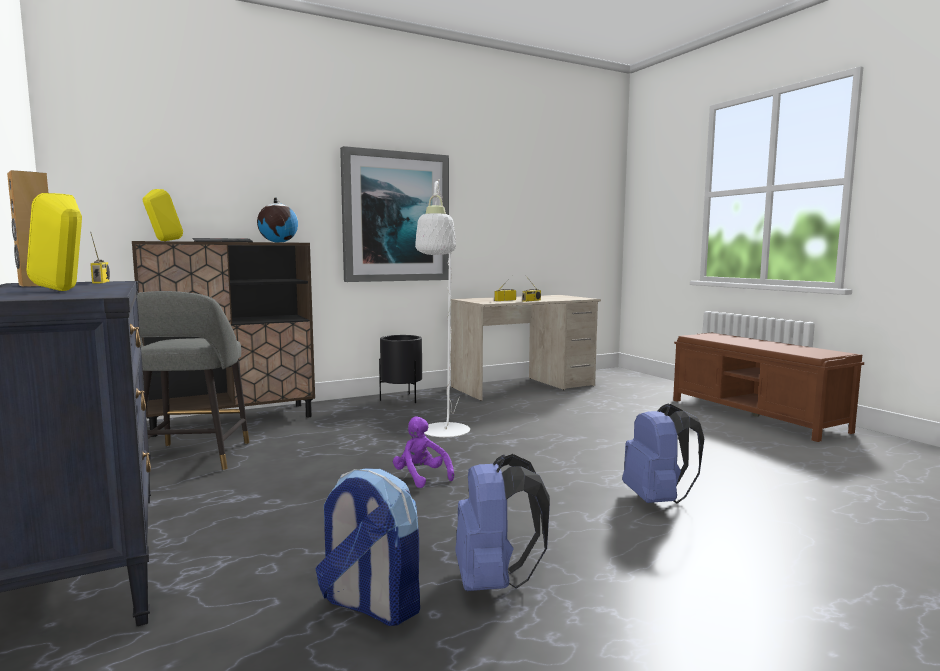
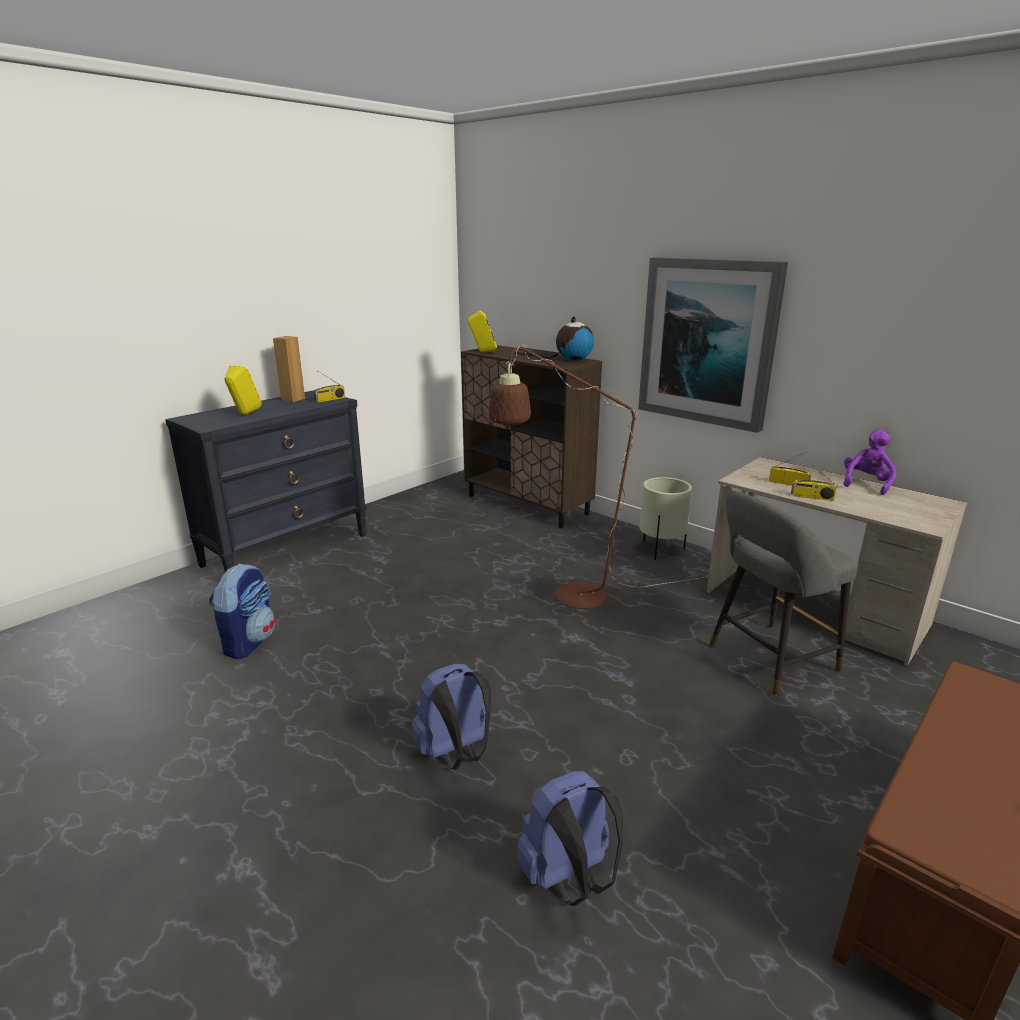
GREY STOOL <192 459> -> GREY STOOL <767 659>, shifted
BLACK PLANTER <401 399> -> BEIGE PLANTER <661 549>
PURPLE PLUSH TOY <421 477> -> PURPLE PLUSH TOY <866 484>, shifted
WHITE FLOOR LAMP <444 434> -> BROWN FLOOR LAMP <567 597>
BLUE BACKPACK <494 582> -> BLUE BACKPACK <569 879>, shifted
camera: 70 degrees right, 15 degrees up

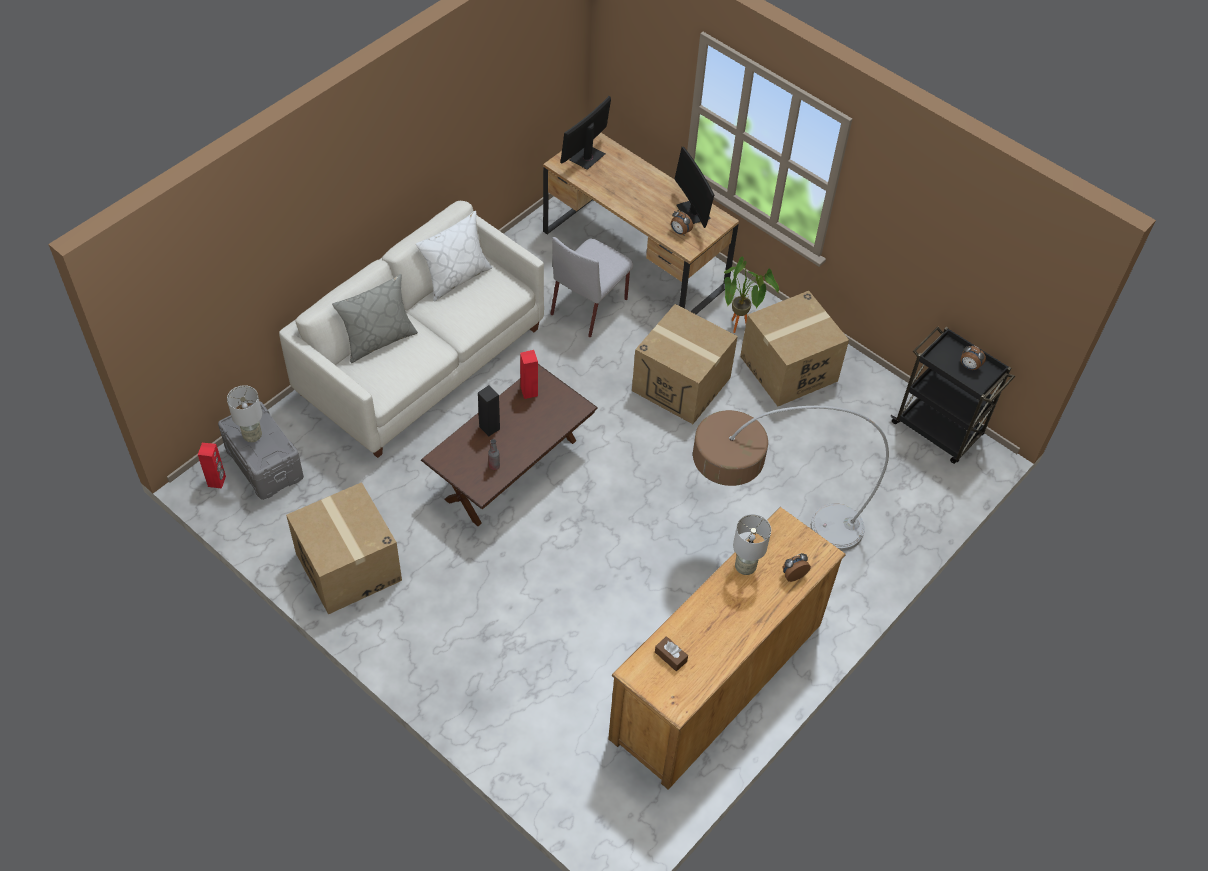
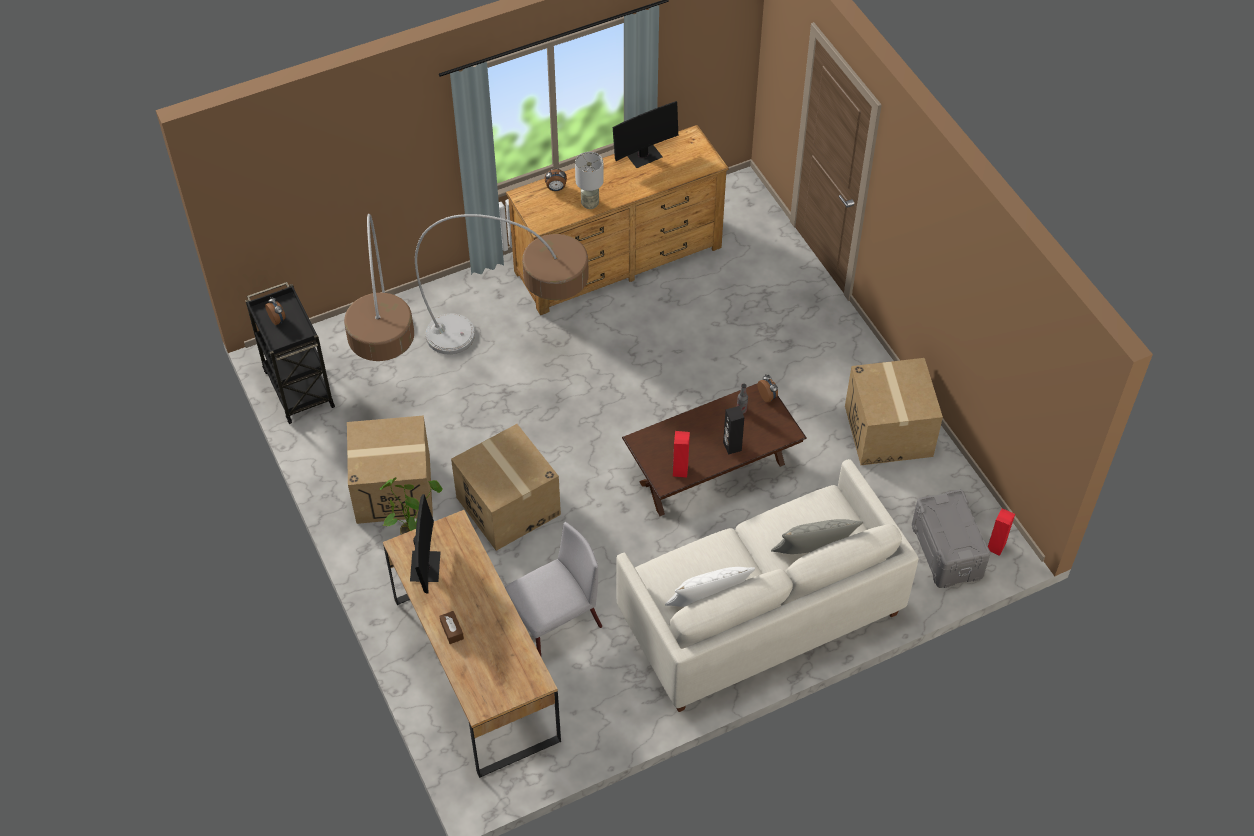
GREY TABLE LAMP <252 436> -> none
MONITOR <587 157> -> MONITOR <643 155>, shifted
BROWN TISSUE BOX <670 656> -> BROWN TISSUE BOX <452 630>, shifted
ALARM CLOCK <680 232> -> ALARM CLOCK <767 396>, shifted
none -> FLOOR LAMP <392 379>
camera: 155 degrees left, 0 degrees up

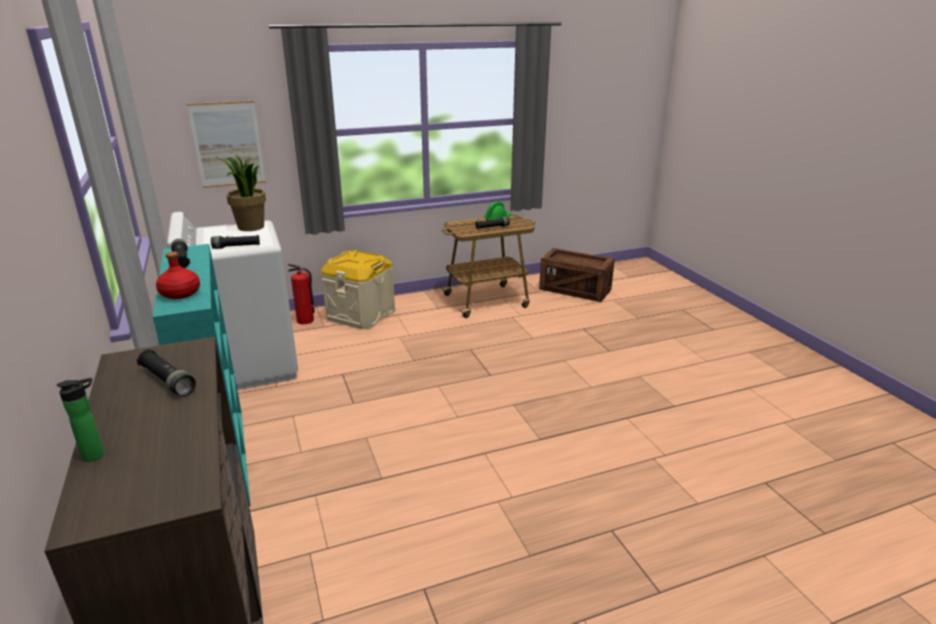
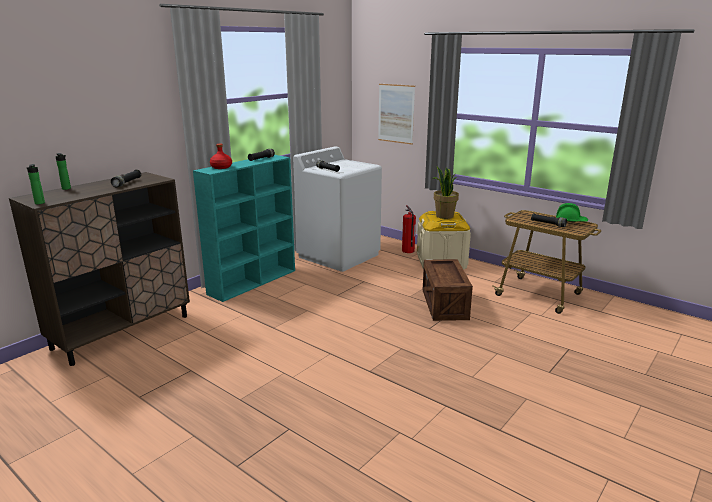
POTTED PLANT <250 227> -> POTTED PLANT <444 216>, shifted
CRATE <575 290> -> CRATE <444 305>, shifted
none -> BOTTLE <39 203>
camera: 60 degrees right, 5 degrees down

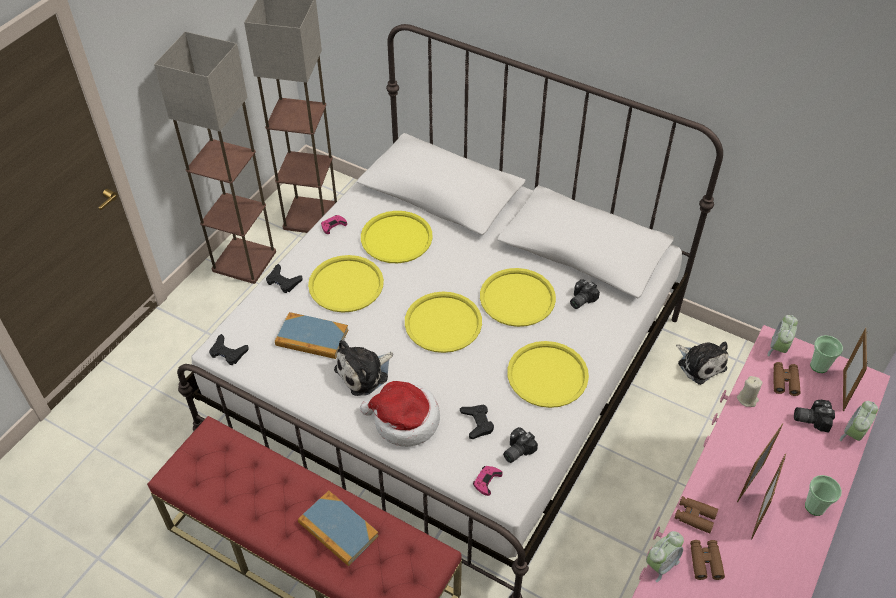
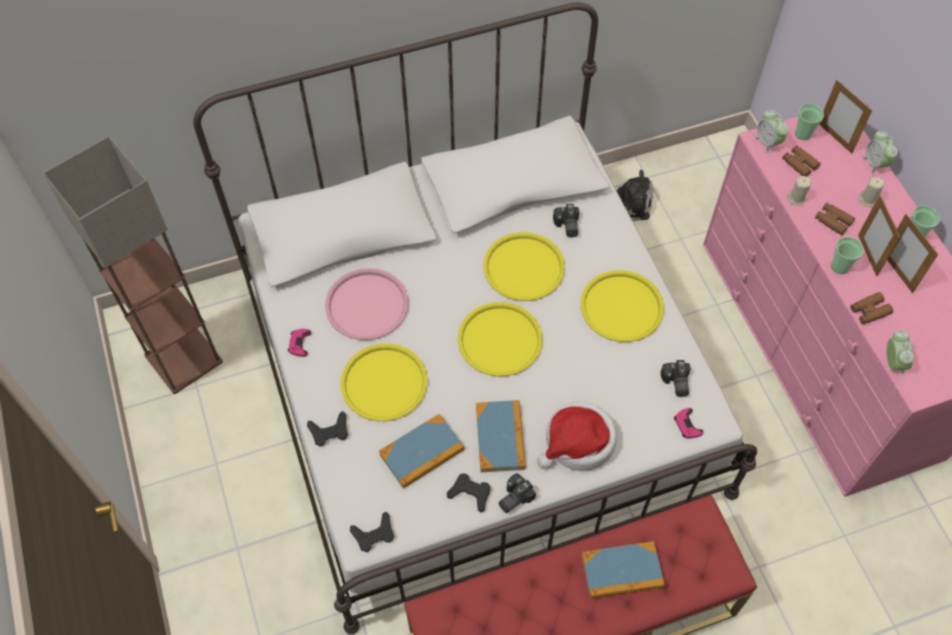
FLOOR LAMP <245 260> -> none
PLUSH TOY <364 373> -> BOOK <500 437>
YELLOW TRAY <396 238> -> PINK TRAY <367 305>
BLACK GAME CONTROLLER <477 423> -> BLACK GAME CONTROLLER <470 493>, shifted
BROWN BINOCULARS <705 562> -> BROWN BINOCULARS <833 221>, shifted
PHOTO CAMERA <810 418> -> PHOTO CAMERA <513 497>, shifted
none -> CUP <840 266>
none -> BEIGE CANDLE <868 199>
camera: 50 degrees left, 10 degrees up

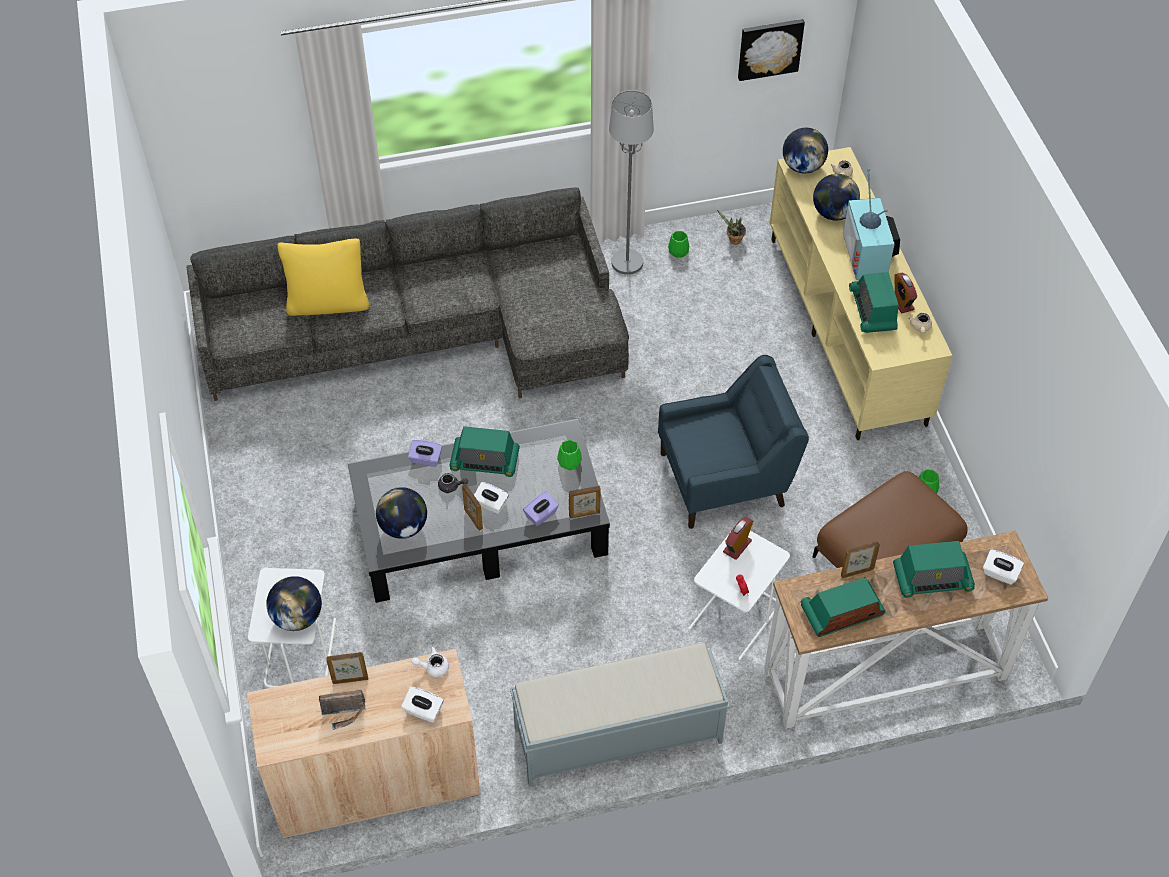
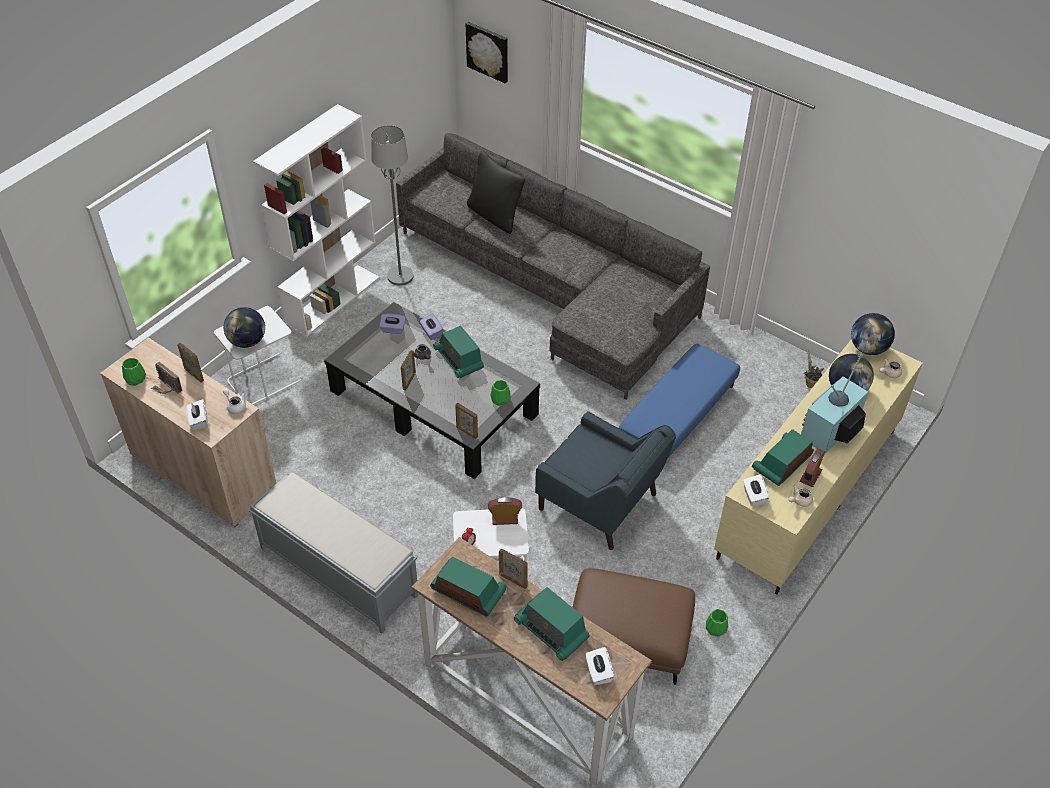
YELLOW PILLOW <328 303> -> BLACK PILLOW <495 216>
GLOBE <403 527> -> none
WHITE TISSUE BOX <491 504> -> WHITE TISSUE BOX <753 496>, shifted
PURPLE TISSUE BOX <541 515> -> PURPLE TISSUE BOX <393 329>, shifted
GREY FLOOR LAMP <627 262> -> GREY FLOOR LAMP <400 276>, shifted
GREEN VASE <679 251> -> GREEN VASE <136 379>, shifted
PICTURE <769 48> -> PICTURE <488 51>, shifted
none -> WHITE BOOKCASE <332 300>
none -> BLUE OTTOMAN <677 416>
camera: 50 degrees right, 5 degrees down

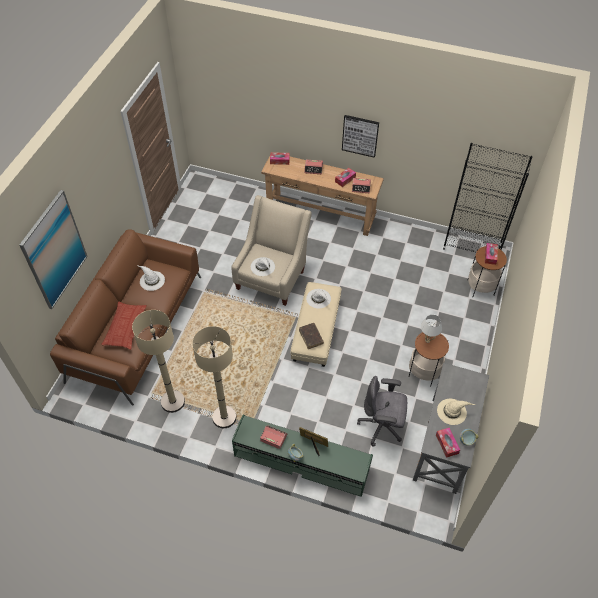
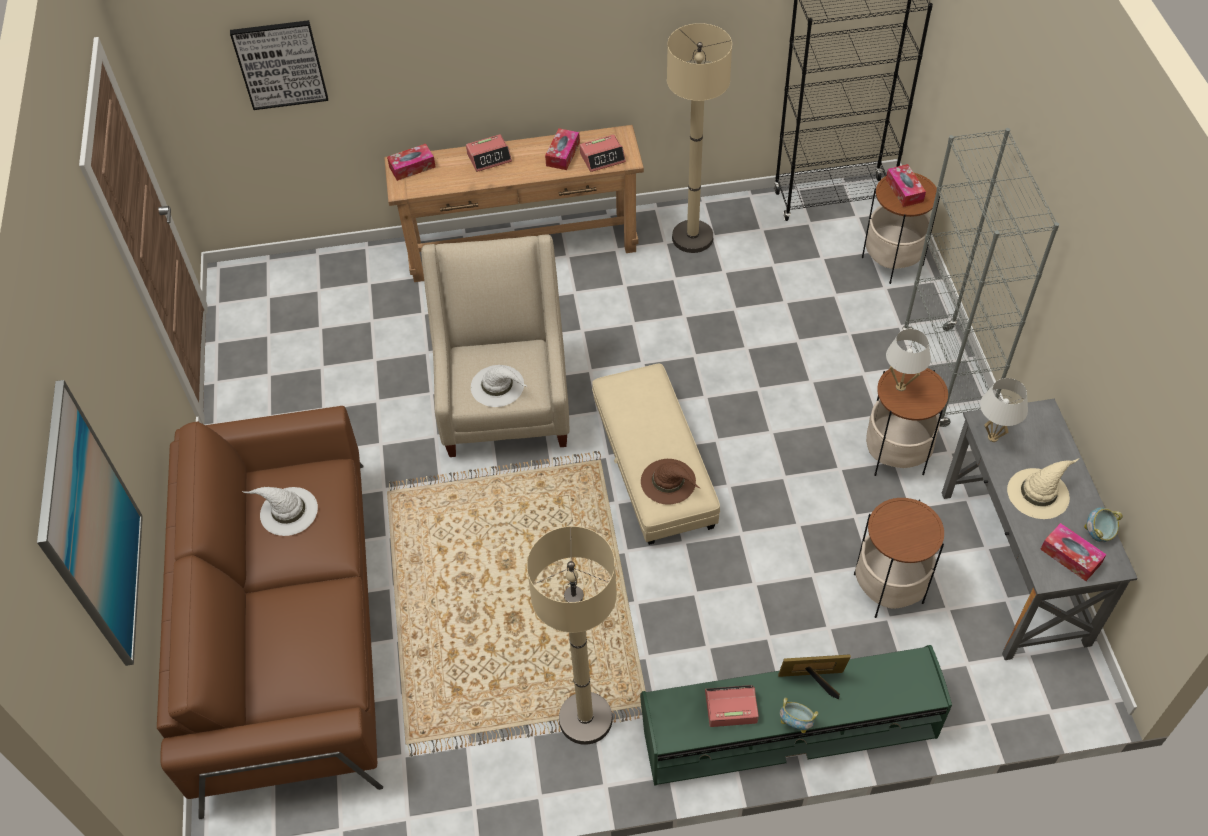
PILLOW <125 327> -> none
BEIGE FLOOR LAMP <173 402> -> BEIGE FLOOR LAMP <692 238>, shifted
BROWN BOOK <311 337> -> BROWN HAT <669 481>
WHITE HAT <319 298> -> none
PICTURE <360 135> -> PICTURE <280 64>, shifted
GREY OFFICE CHAIR <382 426> -> SIDE TABLE <888 588>
none -> GREY BOOKCASE <945 377>
none -> WHITE TABLE LAMP <992 437>
camera: 25 degrees left, 0 degrees up

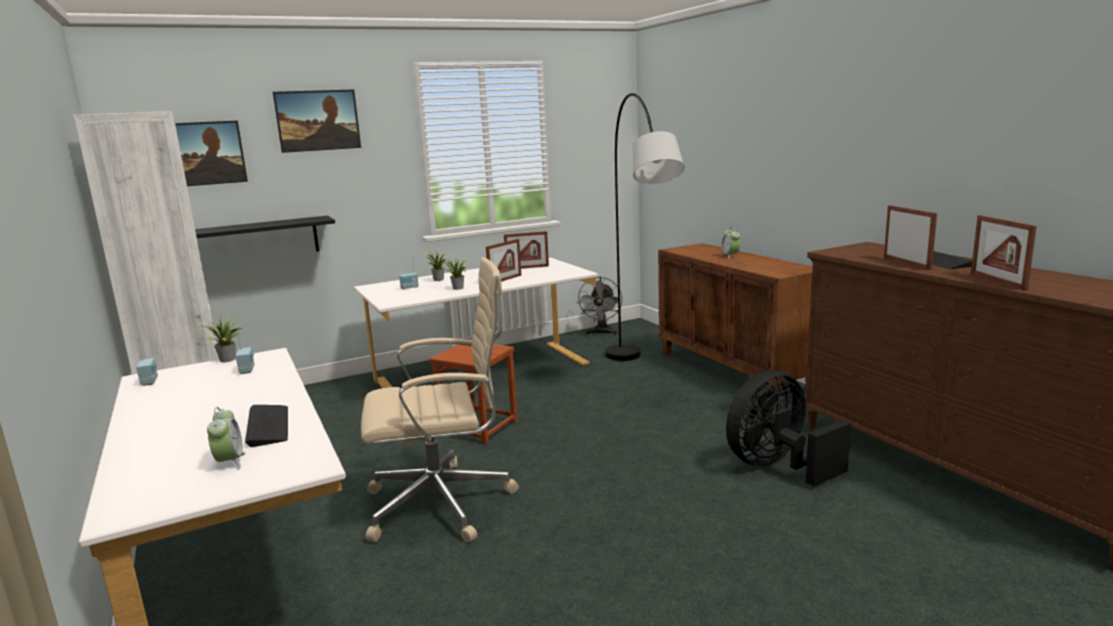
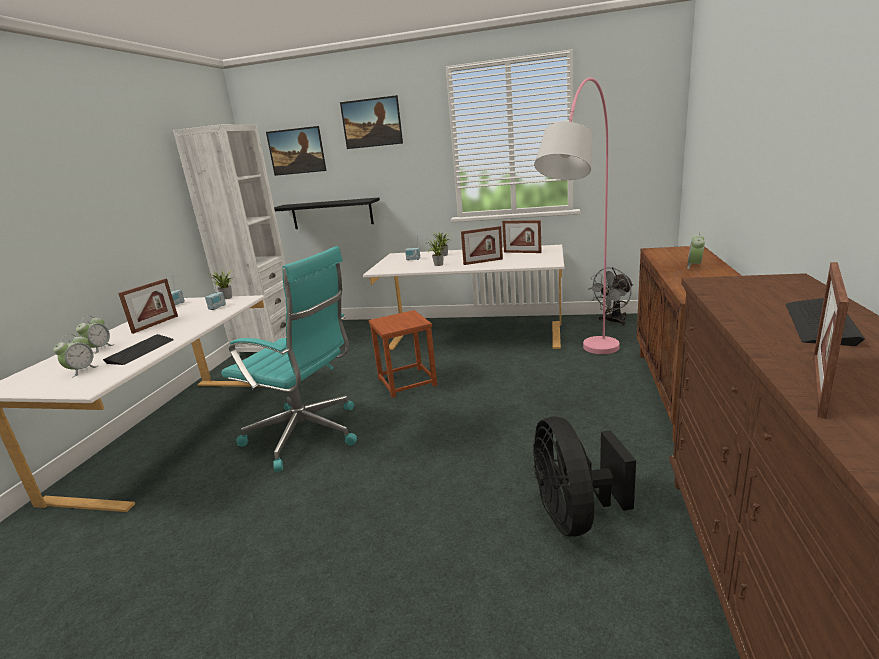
BEIGE OFFICE CHAIR <444 503> -> TURQUOISE OFFICE CHAIR <307 435>
GREY FLOOR LAMP <641 378> -> PINK FLOOR LAMP <583 375>
BLACK FAN <777 466> -> BLACK FAN <574 515>, 105 degrees counterclockwise
PICTURE FRAME <906 263> -> PICTURE FRAME <155 324>, shifted
none -> ALARM CLOCK <99 349>
camera: 40 degrees right, 5 degrees up

